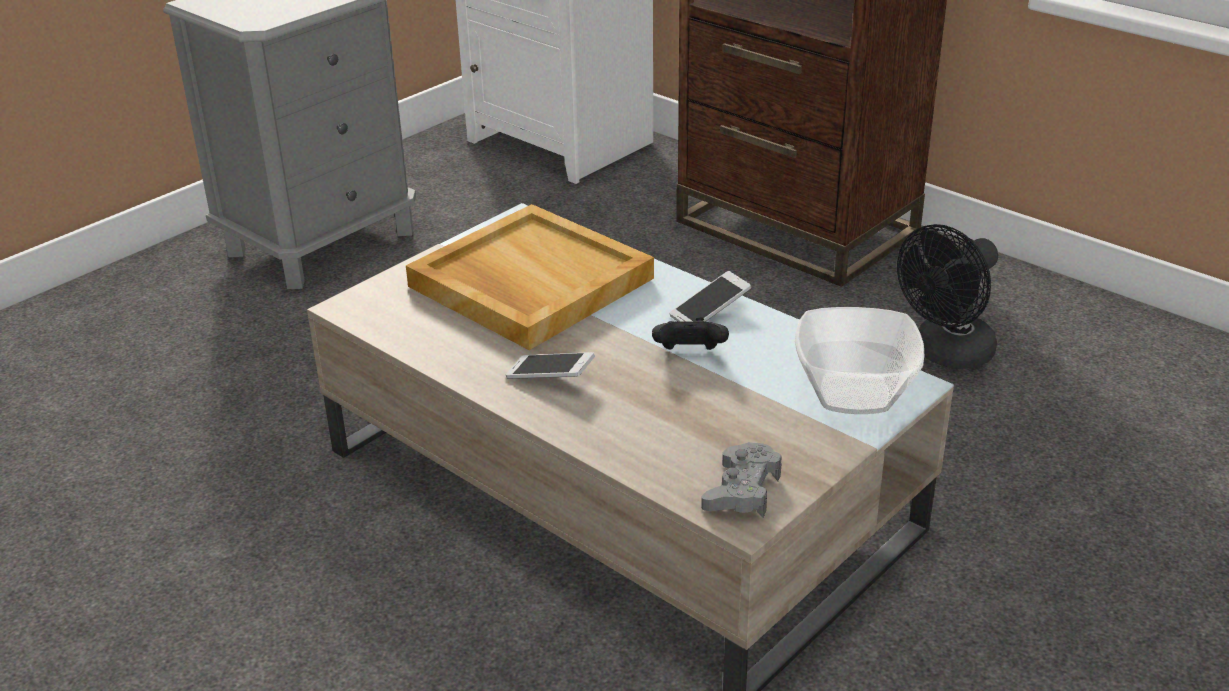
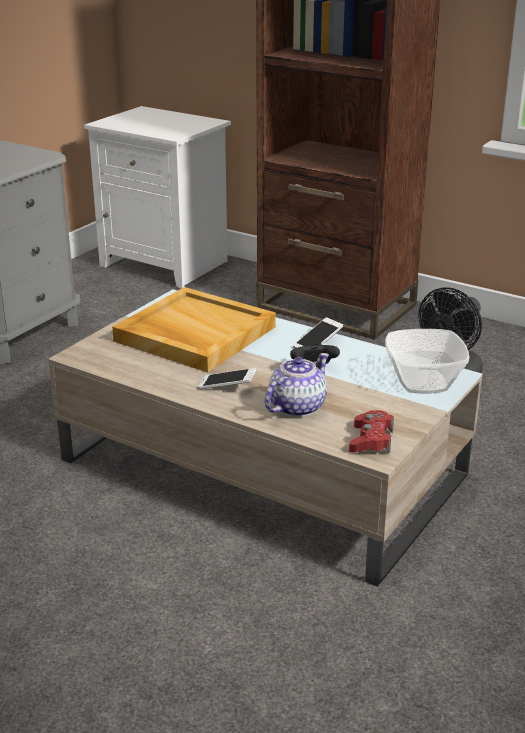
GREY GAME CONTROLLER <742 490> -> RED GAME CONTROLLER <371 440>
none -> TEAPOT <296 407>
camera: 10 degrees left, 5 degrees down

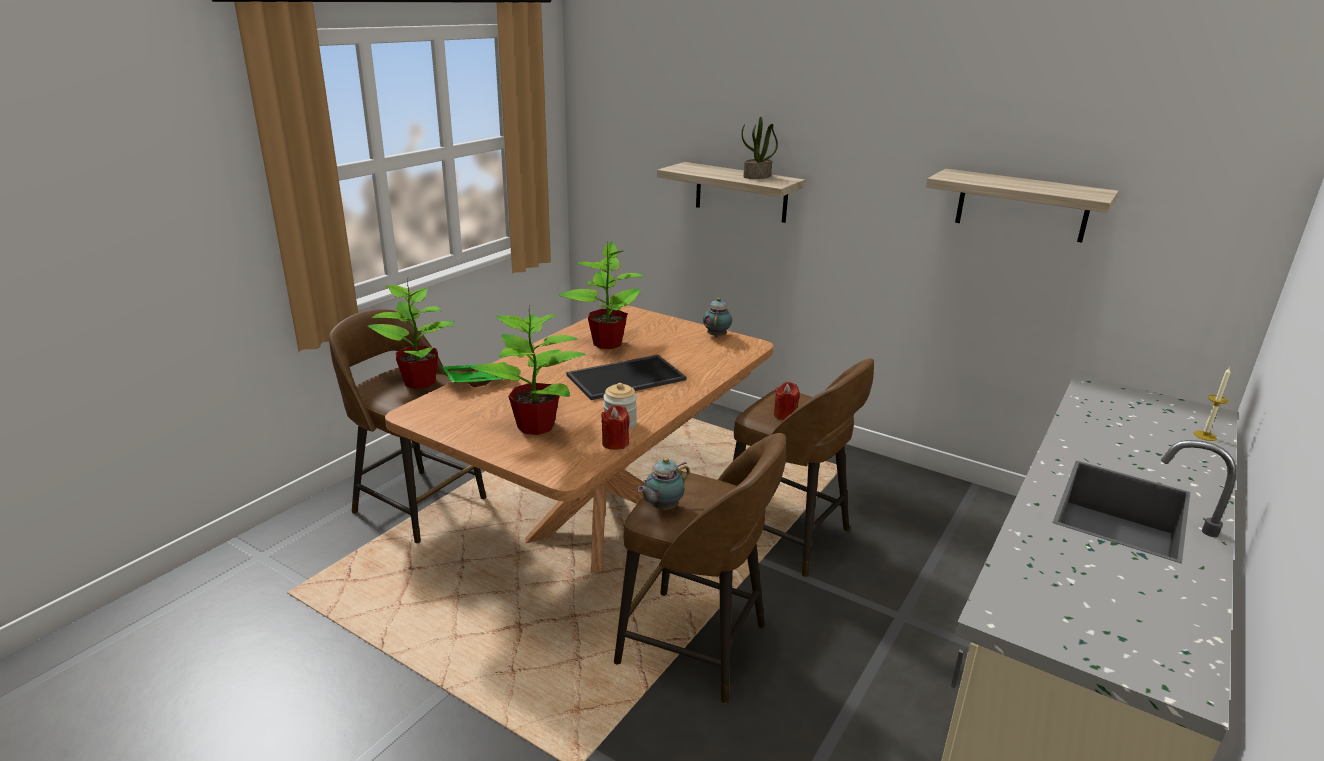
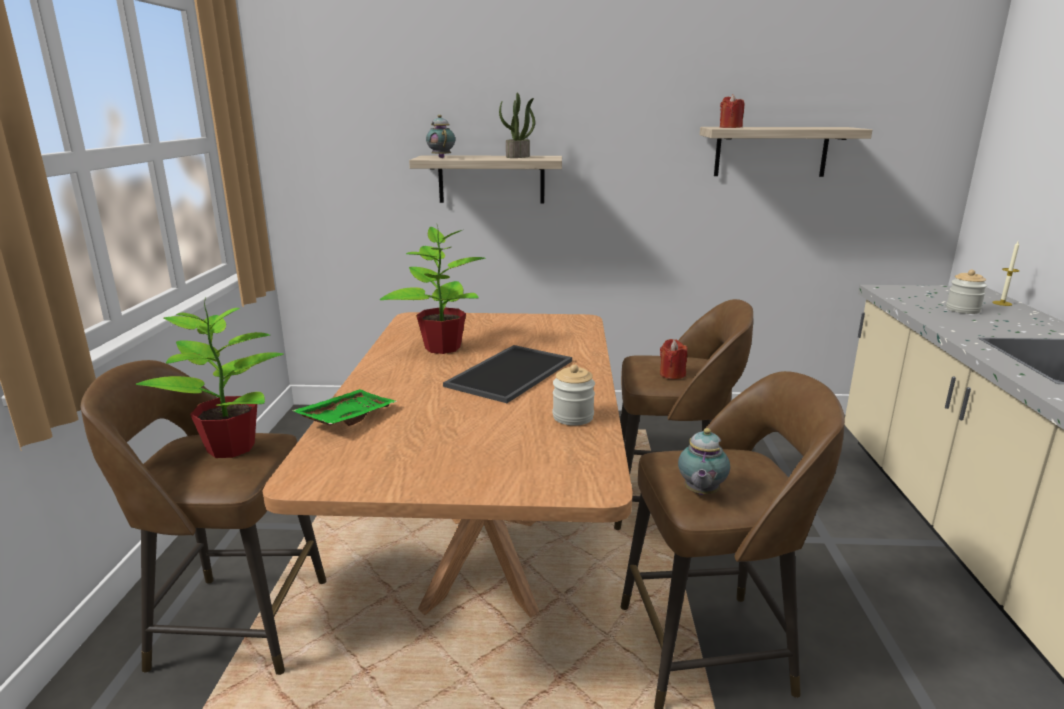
POTTED PLANT <537 426> -> none
RED CANDLE <615 443> -> RED CANDLE <730 127>, shifted
TEAPOT <717 335> -> TEAPOT <441 157>, shifted
none -> JAR <962 310>
camera: 30 degrees left, 5 degrees down

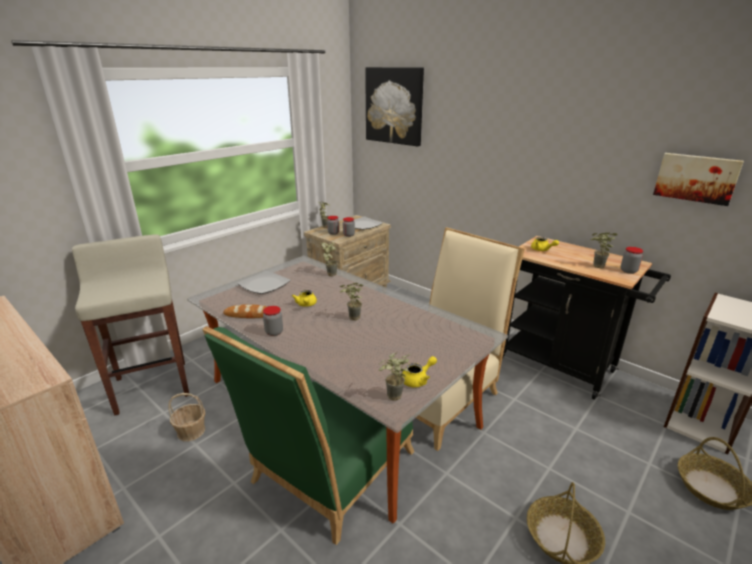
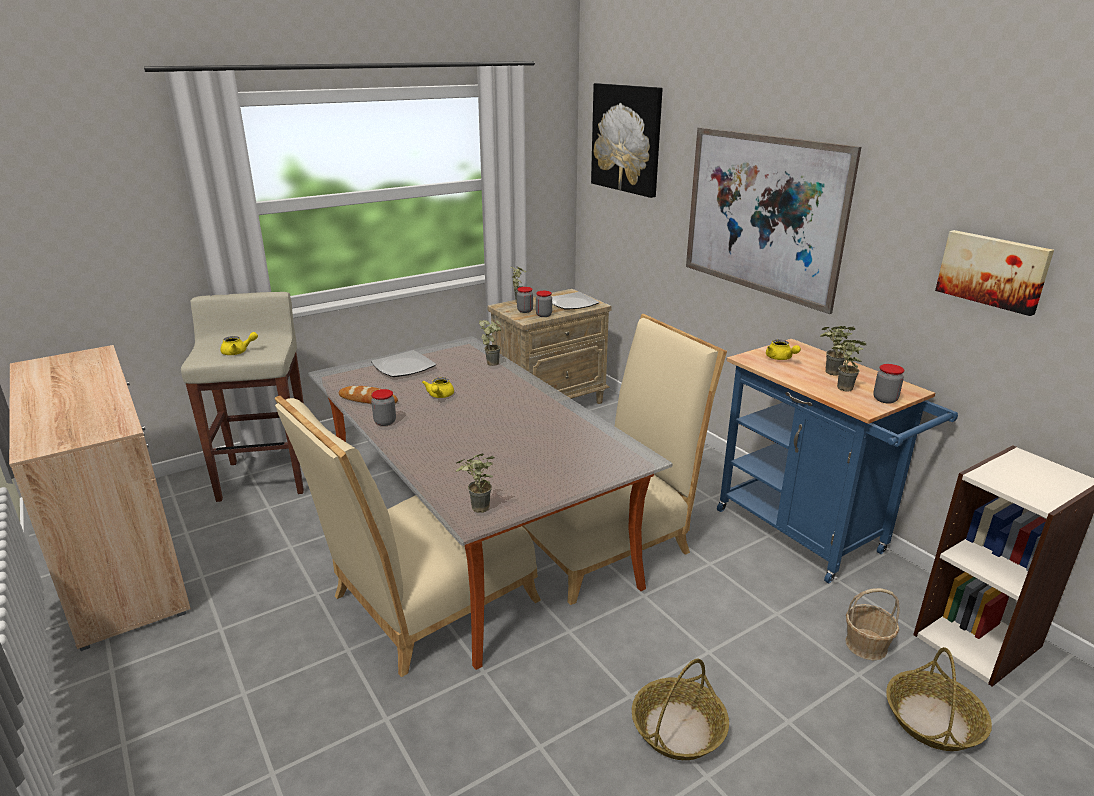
BASKET <191 431> -> BASKET <866 645>, shifted
GREEN CHAIR <327 473> -> BEIGE CHAIR <424 604>
POTTED PLANT <351 318> -> POTTED PLANT <829 373>, shifted
YELLOW TEAPOT <418 380> -> YELLOW TEAPOT <238 352>, shifted
BLACK CART <563 367> -> BLUE CART <807 536>
none -> PICTURE <762 215>
camera: 15 degrees right, 0 degrees up

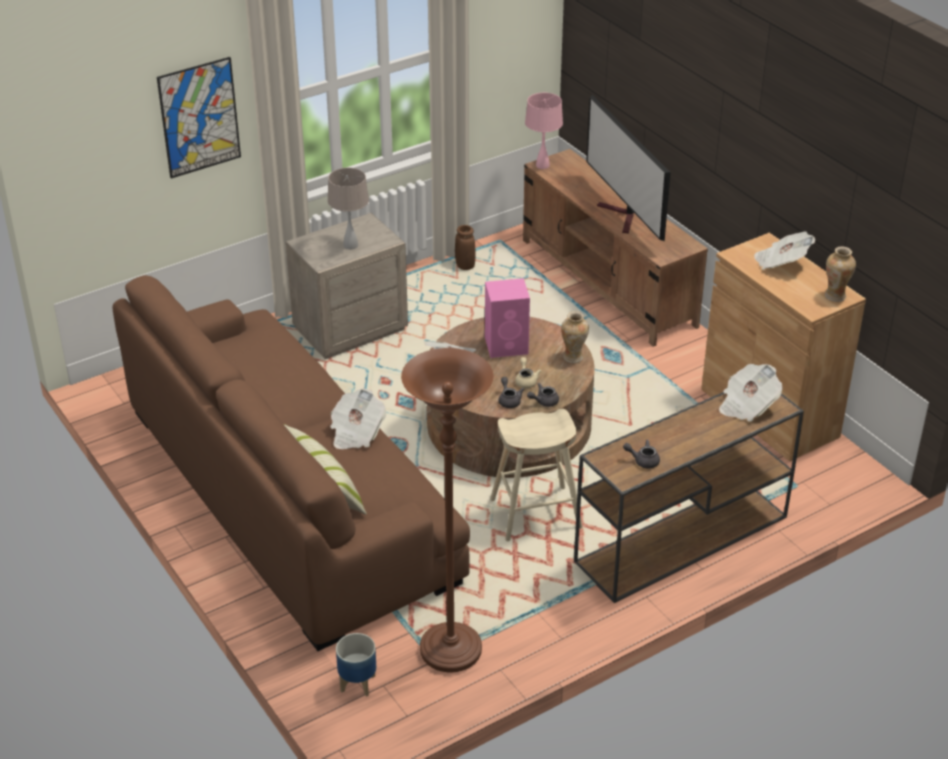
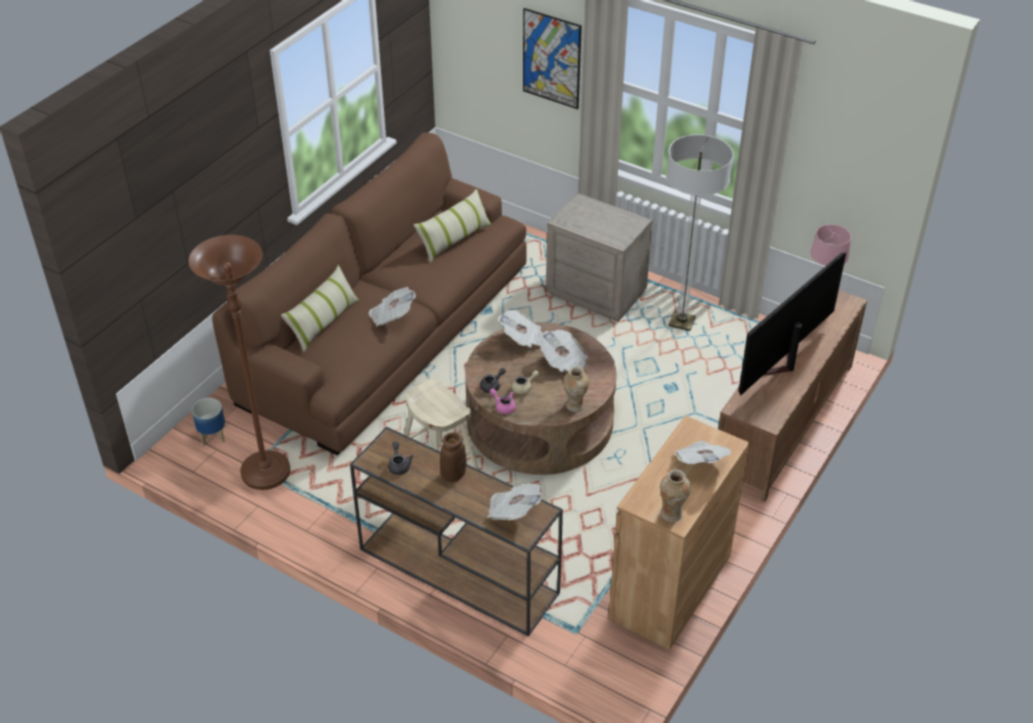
BEIGE TABLE LAMP <350 245> -> none
BROWN VASE <465 266> -> BROWN VASE <453 475>, shifted
PINK SPEAKER <507 345> -> NEWSPAPER <564 363>
GREY TEAPOT <543 401> -> PINK TEAPOT <503 406>
none -> PILLOW <454 239>
none -> FLOOR LAMP <682 322>
camera: 65 degrees right, 5 degrees up

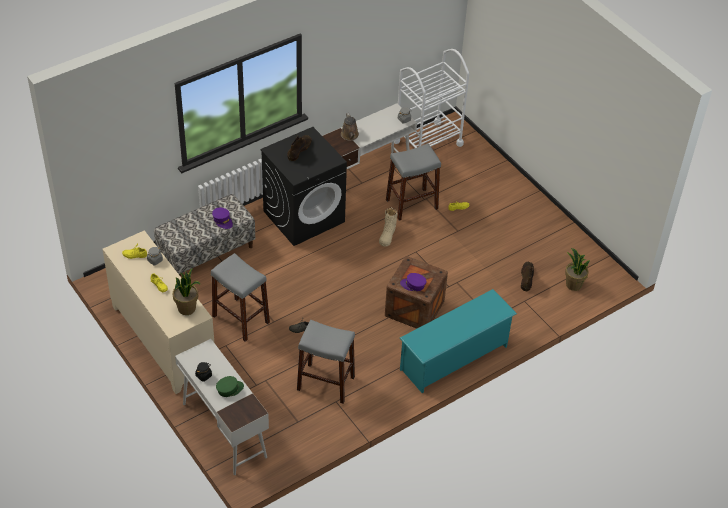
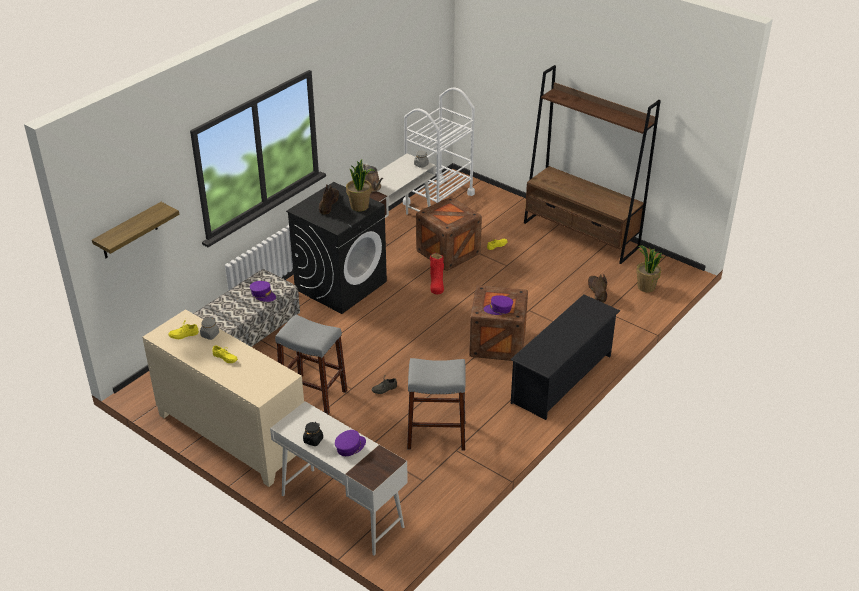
POTTED PLANT <187 308> -> POTTED PLANT <360 207>, shifted
GREEN CAP <229 389> -> PURPLE CAP <350 447>
BEIGE BOOT <387 235> -> RED BOOT <436 283>
GREY STOOL <411 204> -> CRATE <448 252>
TURQUOISE SHOE RACK <454 358> -> BLACK SHOE RACK <562 379>
none -> SHELF <129 231>
none -> BROWN BOOKCASE <581 235>
camera: 15 degrees left, 10 degrees down

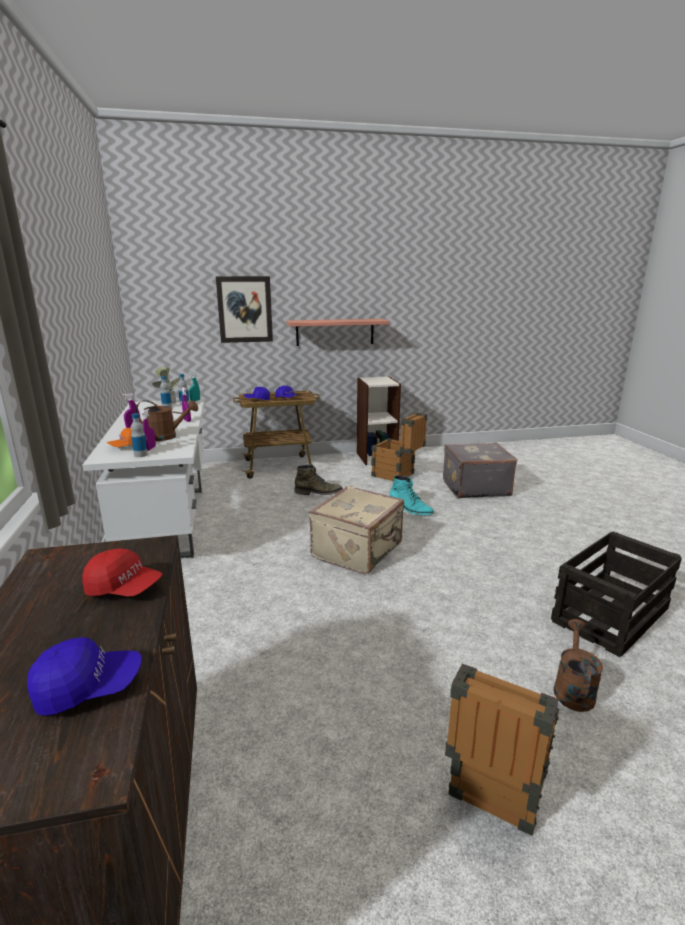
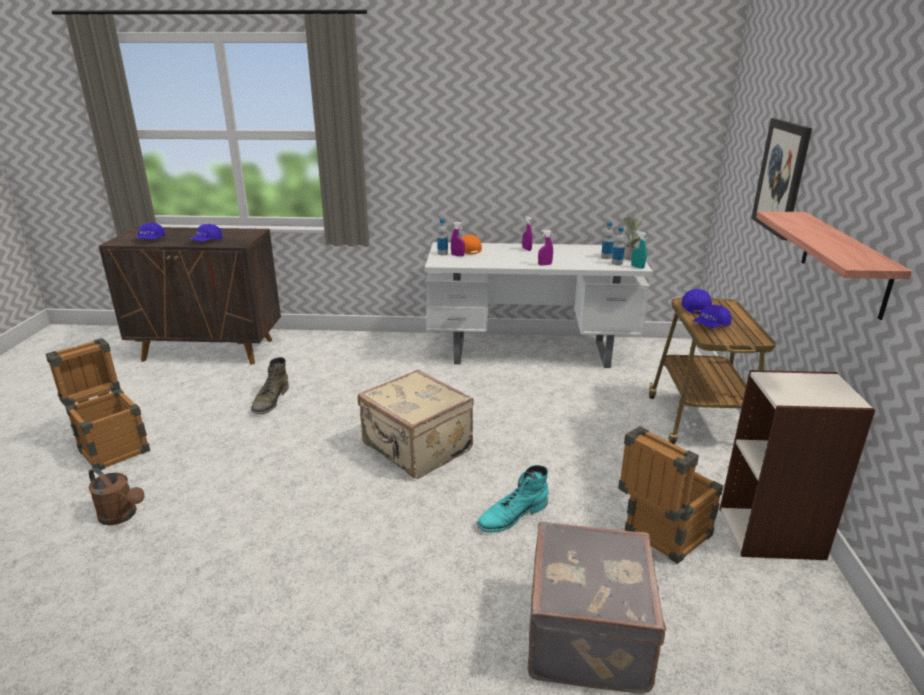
RED CAP <124 588> -> BLUE CAP <206 241>
BROWN WATERING CAN <167 437> -> none
GREEN BOOT <318 493> -> GREEN BOOT <270 401>, shifted
CRATE <610 614> -> none
camera: 105 degrees right, 5 degrees up

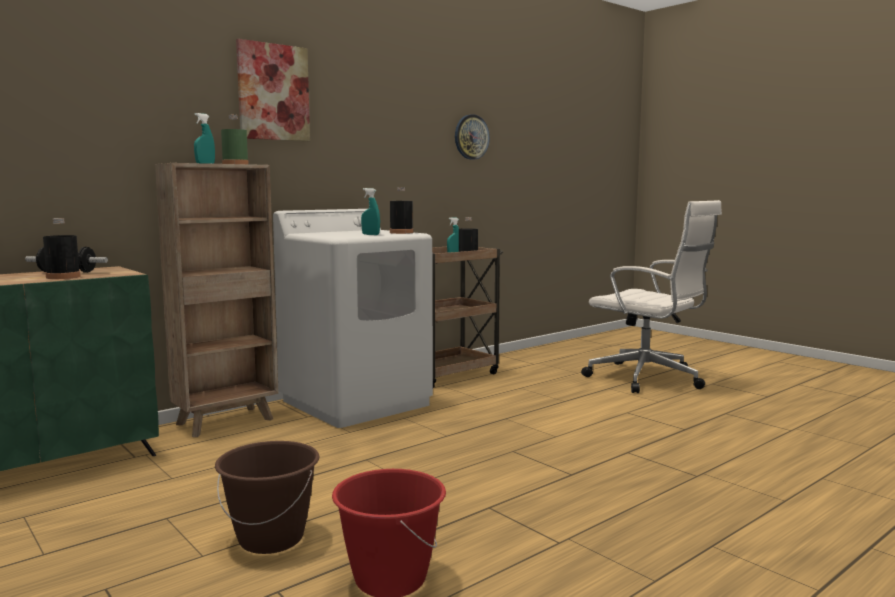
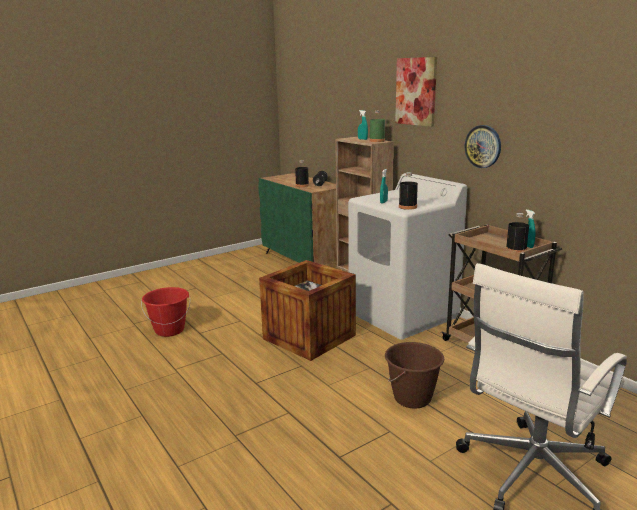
BROWN BUCKET <271 538> -> BROWN BUCKET <412 398>, shifted
WALL CLOCK <471 137> -> WALL CLOCK <483 146>, shifted
none -> CRATE <309 337>
camera: 95 degrees right, 10 degrees up

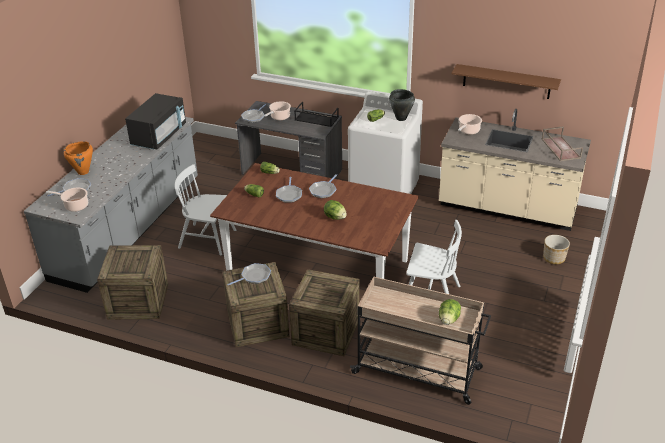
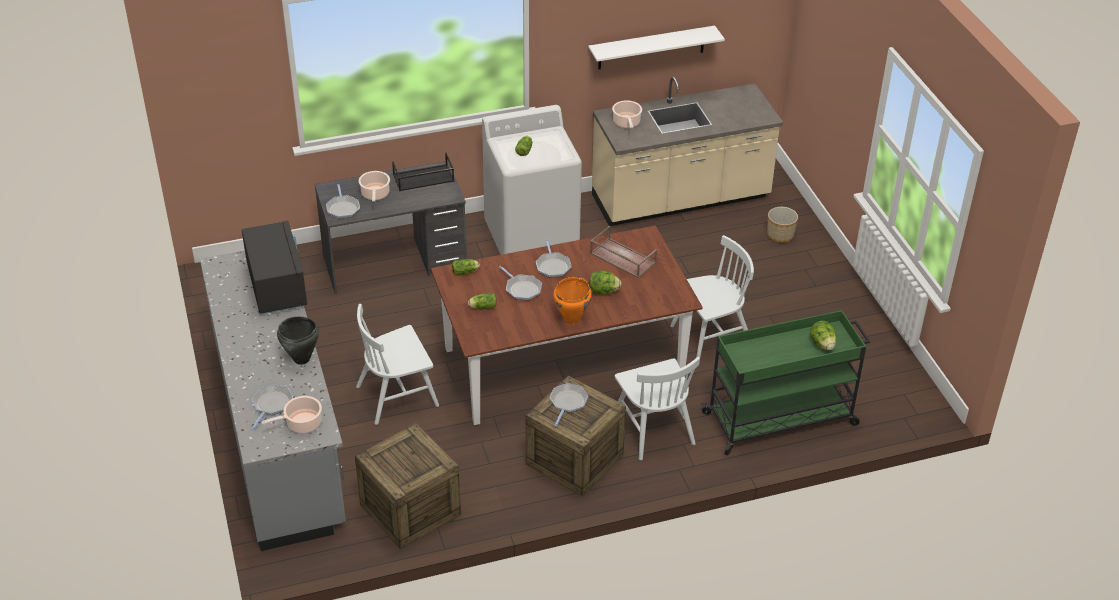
ORANGE COOKING POT <83 172> -> ORANGE COOKING POT <572 319>, shifted
CRATE <326 332> -> WHITE CHAIR <653 429>
BEIGE CART <418 371> -> GREEN CART <781 419>
BLACK COOKING POT <401 118> -> BLACK COOKING POT <302 359>, shifted
BROWN SHELF <506 81> -> WHITE SHELF <651 47>
BROWN TRAY <560 148> -> BROWN TRAY <622 258>, shifted
camera: 40 degrees left, 5 degrees up

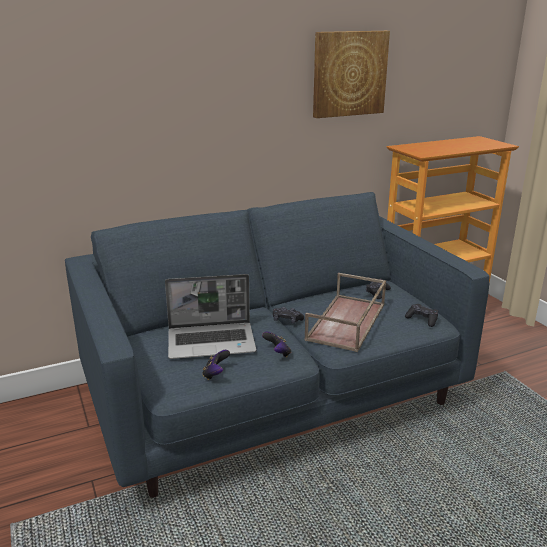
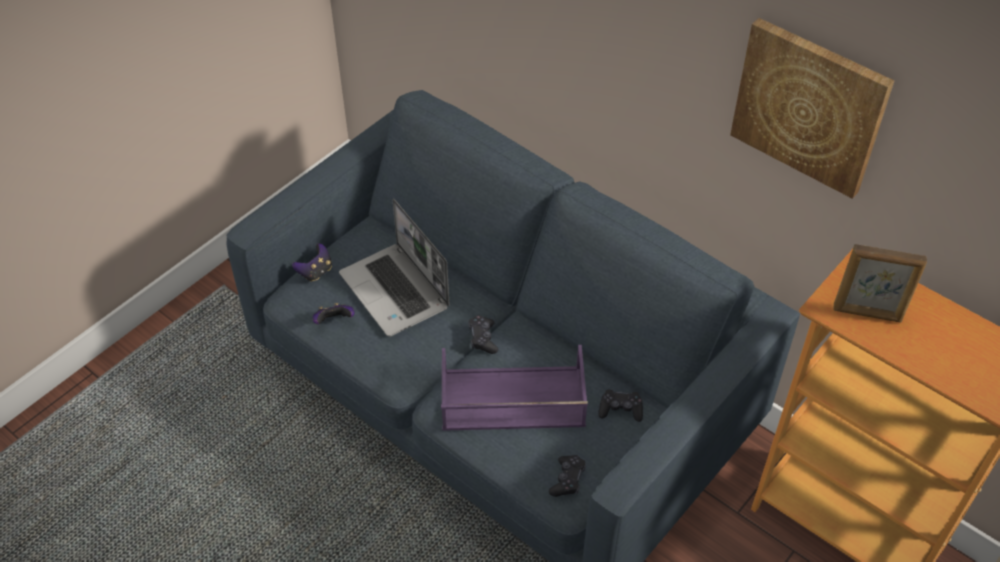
GAME CONTROLLER <277 353> -> GAME CONTROLLER <315 272>, shifted
BROWN TRAY <347 322> -> PURPLE TRAY <511 400>
none -> PICTURE FRAME <867 314>
camera: 65 degrees right, 25 degrees up

